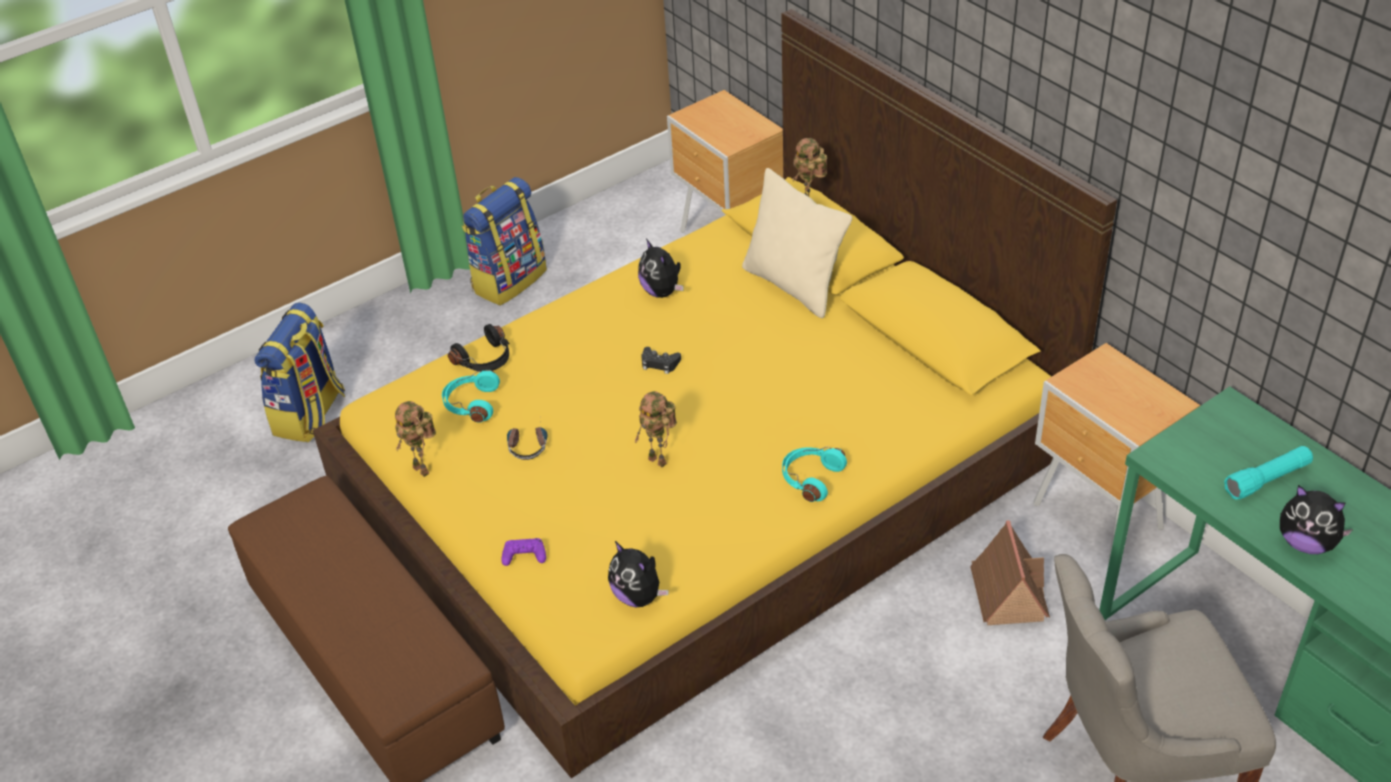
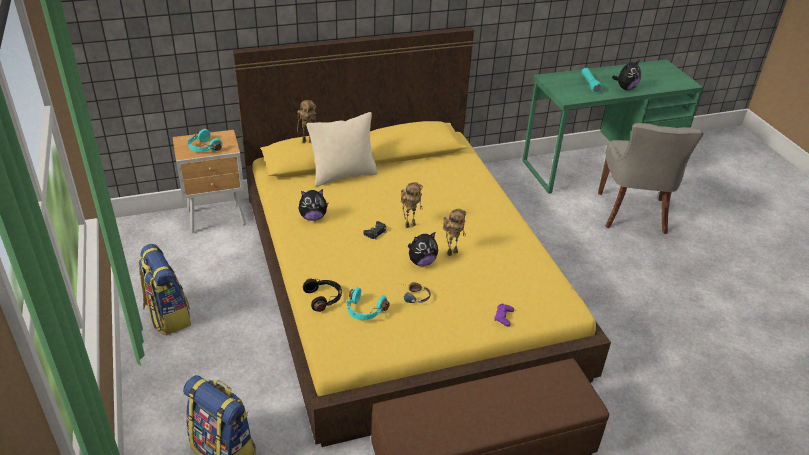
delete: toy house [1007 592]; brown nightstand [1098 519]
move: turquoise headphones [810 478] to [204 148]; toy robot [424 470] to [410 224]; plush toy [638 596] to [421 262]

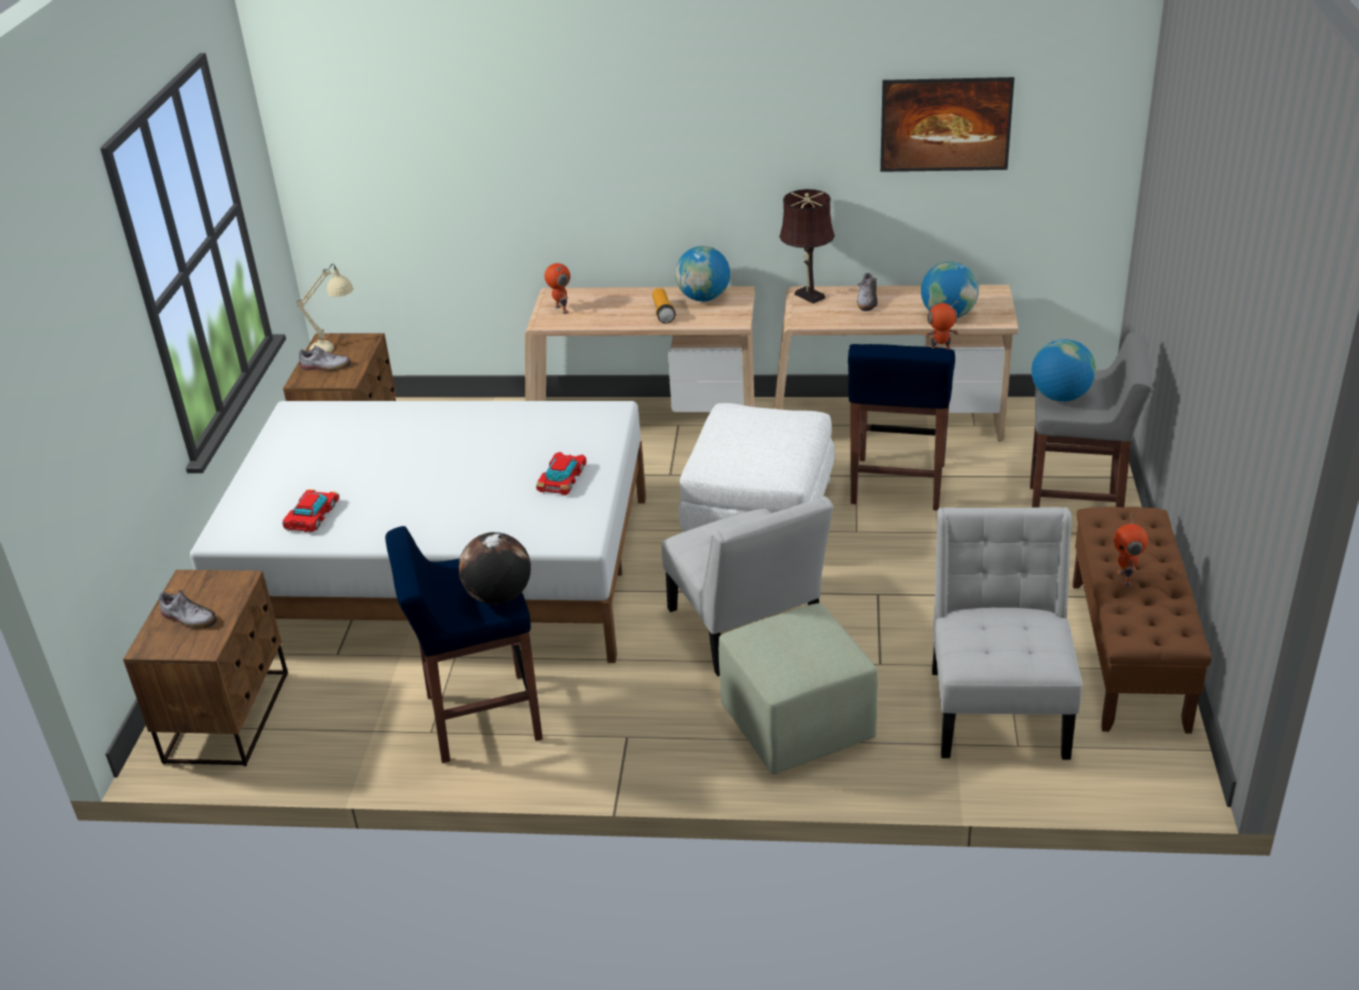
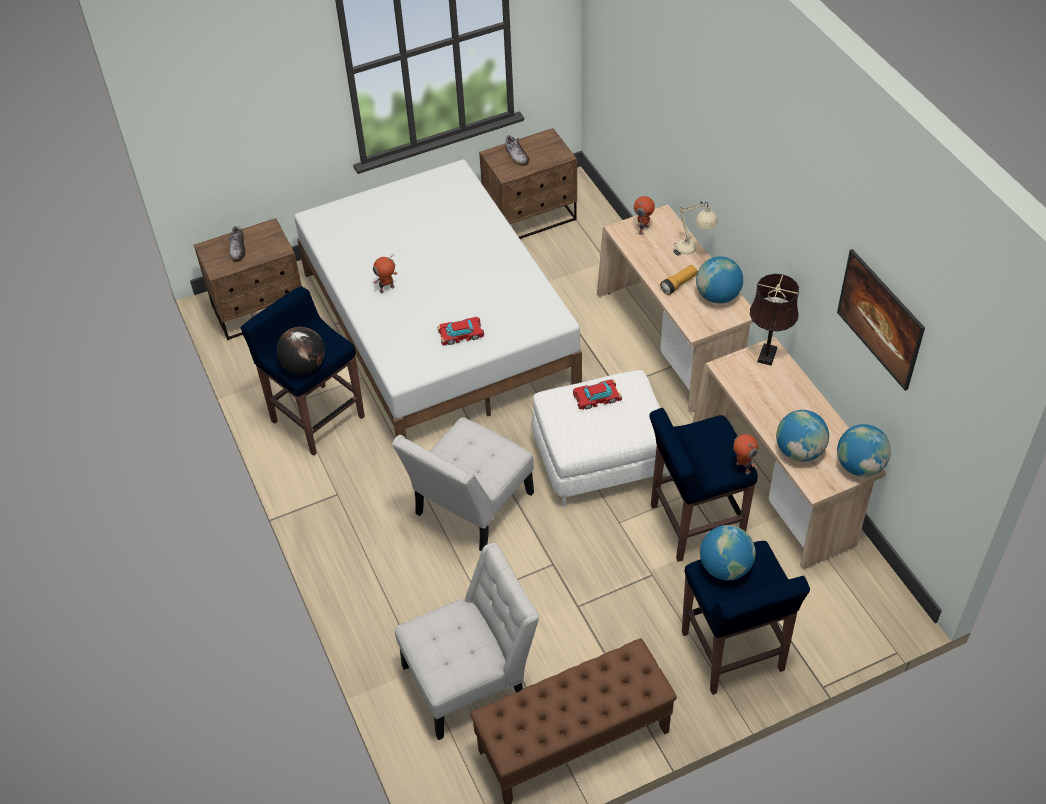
delete: green ottoman [795 724]; shoe [867 300]
insert: globe [860 466]
move: toy robot [1125 578] to [387 289]; toy car [311 516] to [597 397]; beige table lamp [335 347] to [693 253]
recolor: grey stool [1076 514] to blue stool [733 653]

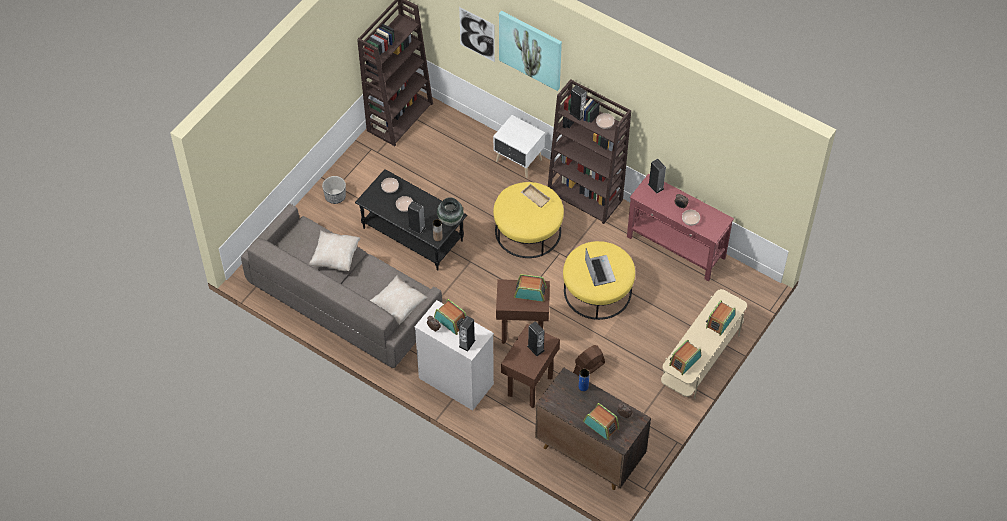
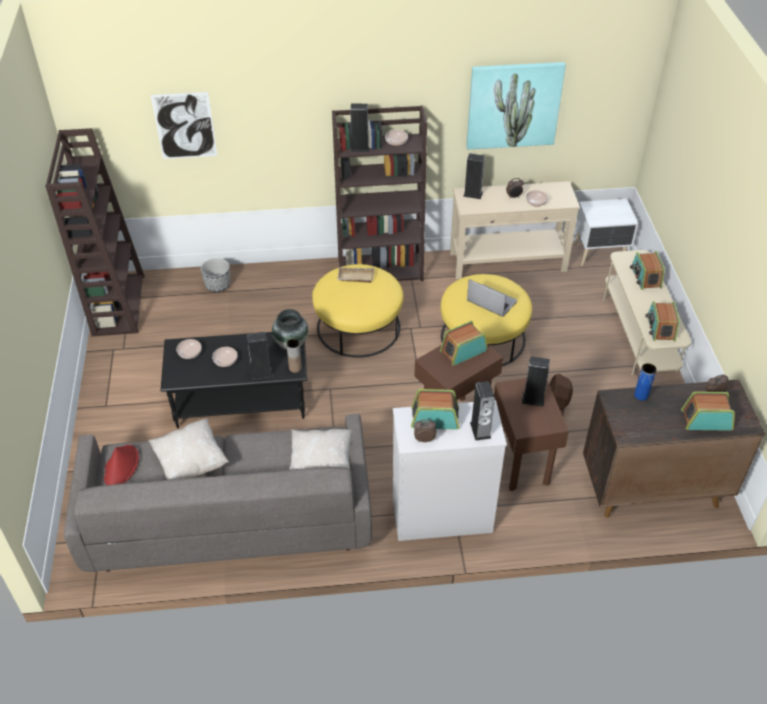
insert: red hat [121 466]
move: planter [335 196] to [218 285]; picture [531 49] to [513 105]; white nightstand [519 161] to [600 254]
recolor: red console table [676 248] to beige console table [508 262]

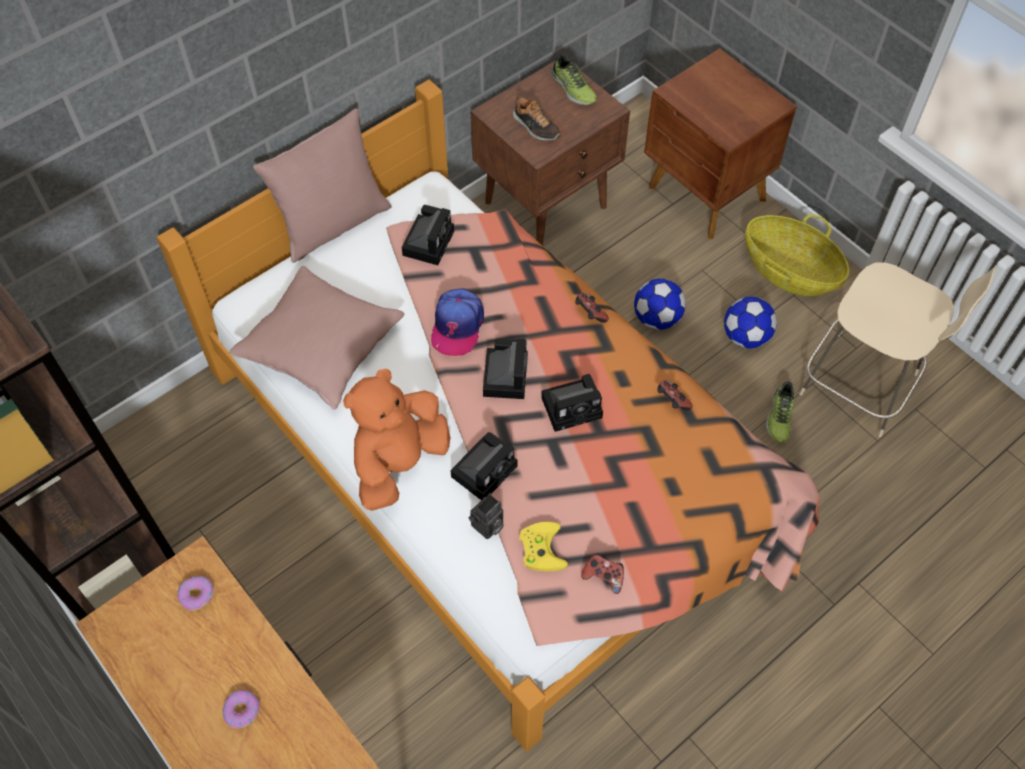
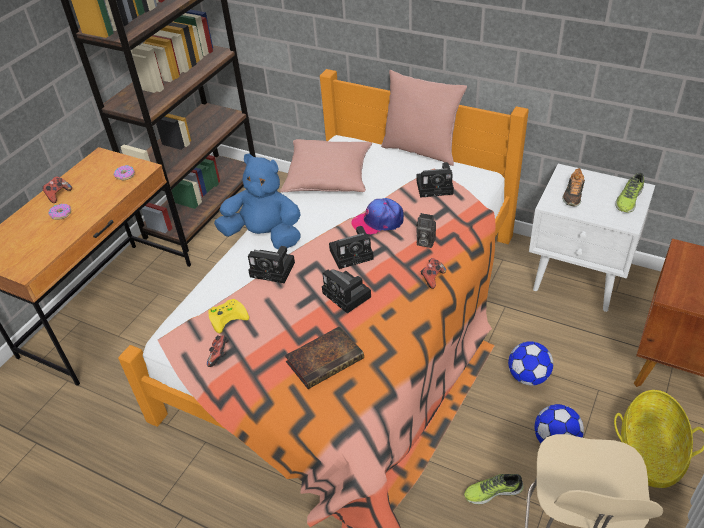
insert: book [326 359]
move: game controller [672 401] to [58 195]; photo camera [487 527] to [424 242]
recolor: orange plush toy [399 462] to blue plush toy [264 236]; brown nightstand [547 204] to white nightstand [579 279]

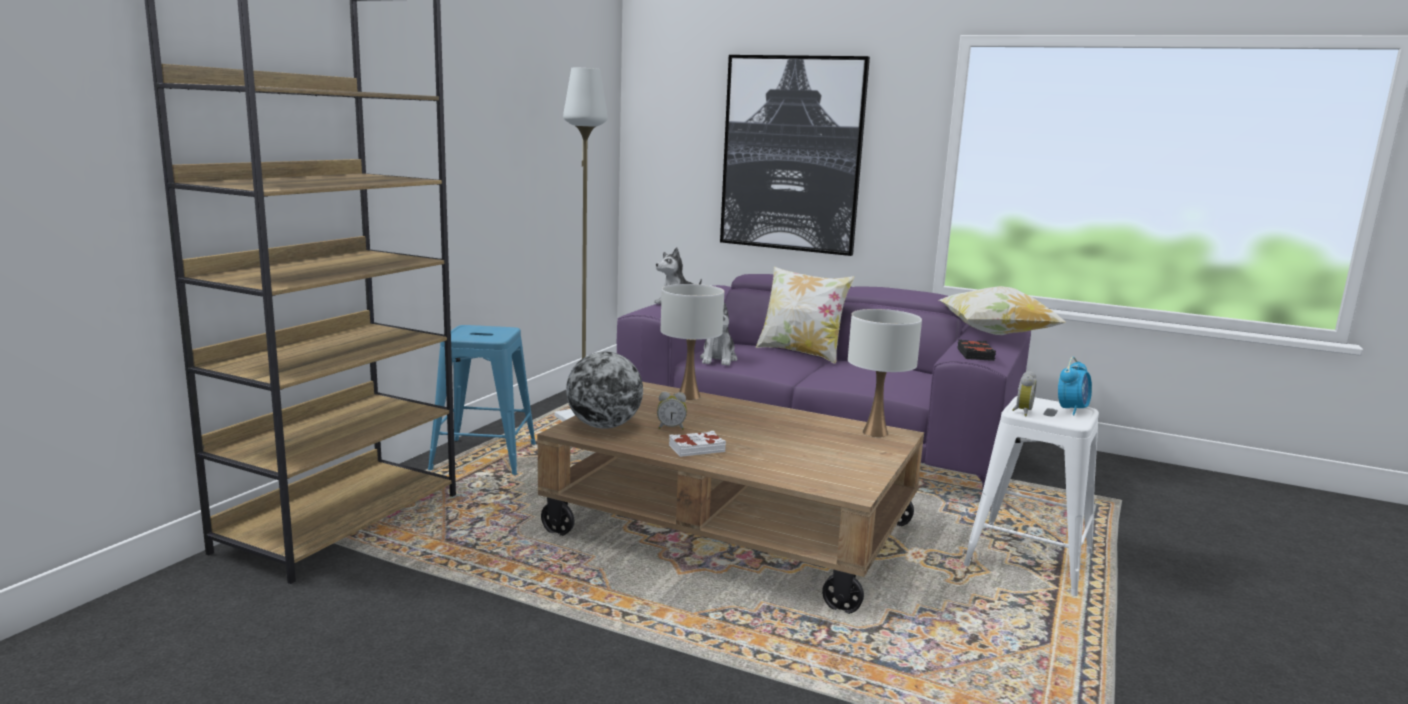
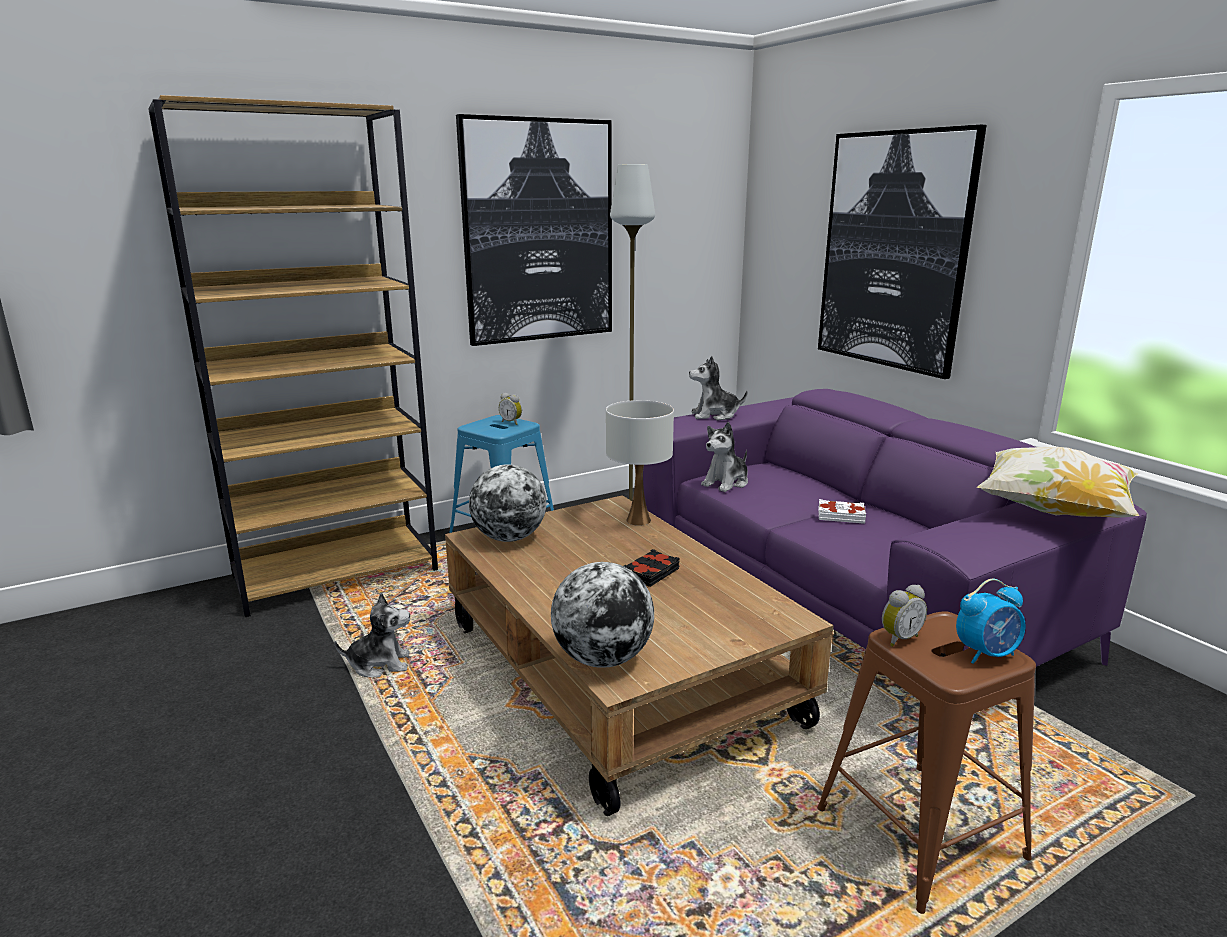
delete: pillow [801 353]; white table lamp [874 432]
insert: plush toy [380 664]; picture [539 232]; globe [602 659]
move: alarm clock [671 428] to [512 422]; black book [976 354] to [652 573]; white book [696 448] to [841 516]
recolor: white stool [1029 560] to brown stool [920 834]

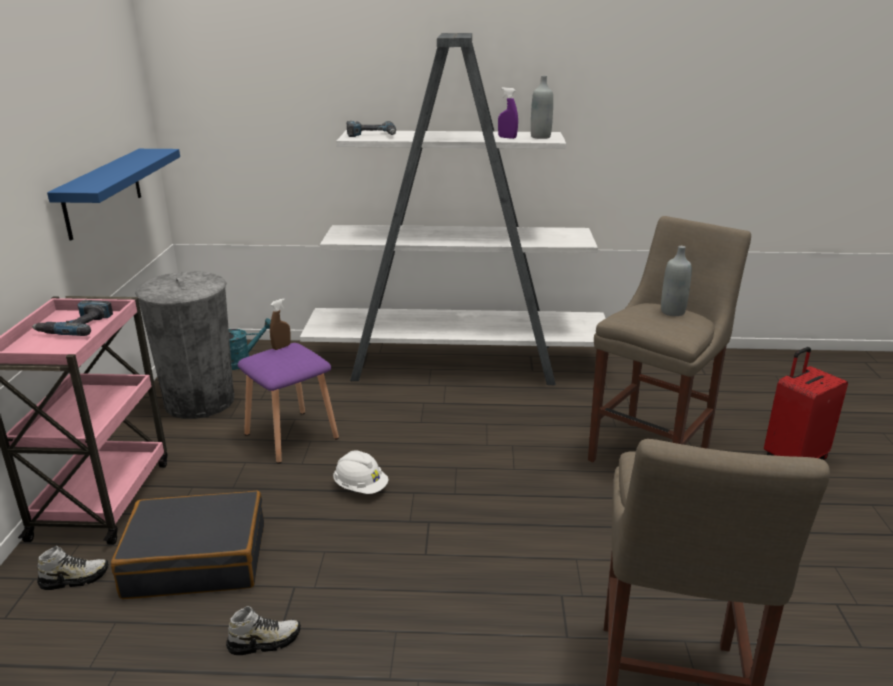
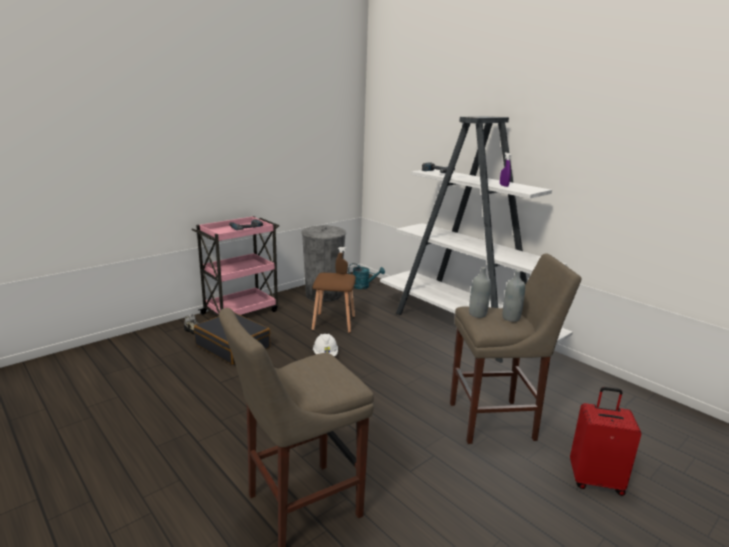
delete: blue shelf [103 192]; shoe [264 641]
move: grey bottle [540 137] to [477 314]
recolor: purple stool [290 436] to brown stool [333 322]

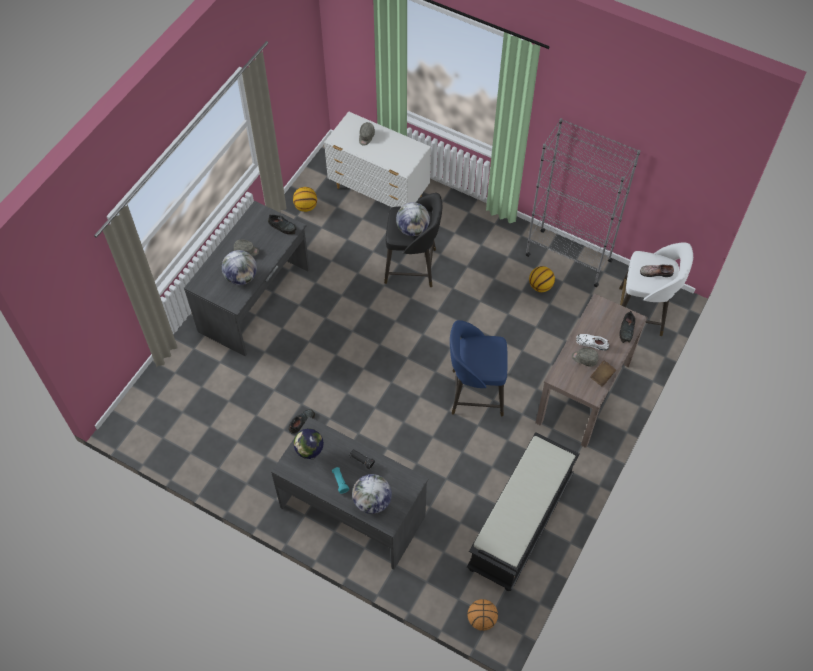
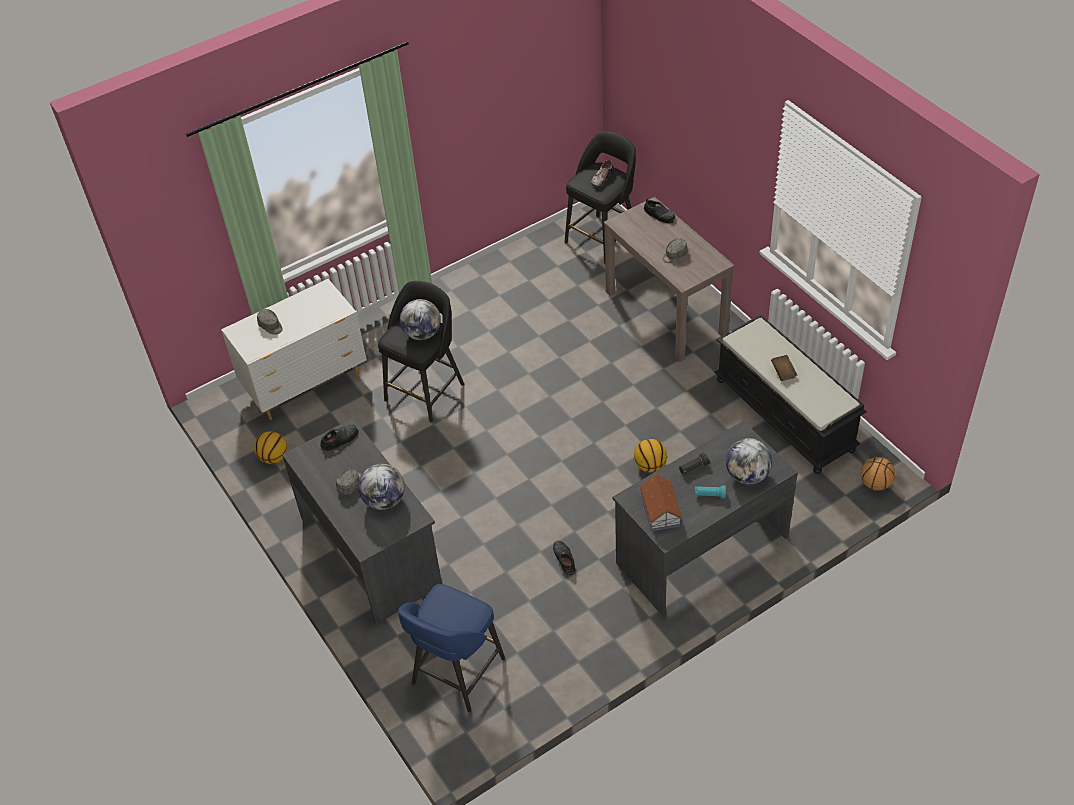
delete: grey bookcase [568 257]; white shoe [591 343]
move: blue stool [475 392] to [456 673]; basketball [540 286] to [650 465]; brown book [602 376] to [783 372]
replace: globe [310 453] to toy house [660 510]
recolor: white stool [643 312] to black stool [603 237]

